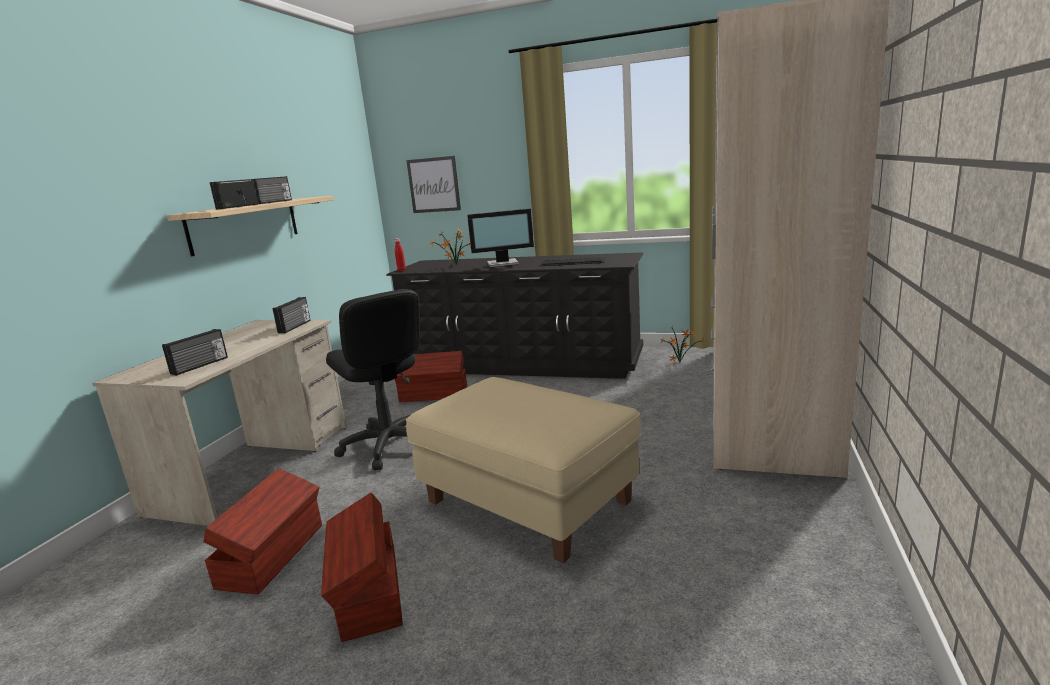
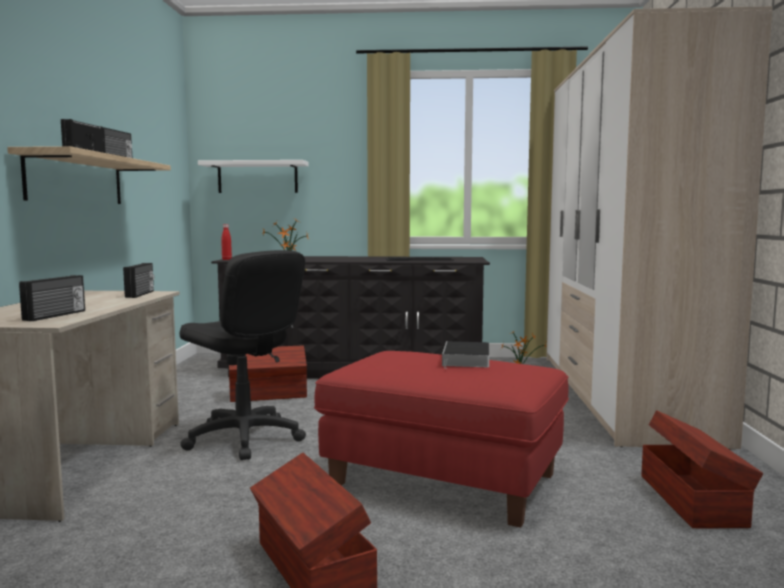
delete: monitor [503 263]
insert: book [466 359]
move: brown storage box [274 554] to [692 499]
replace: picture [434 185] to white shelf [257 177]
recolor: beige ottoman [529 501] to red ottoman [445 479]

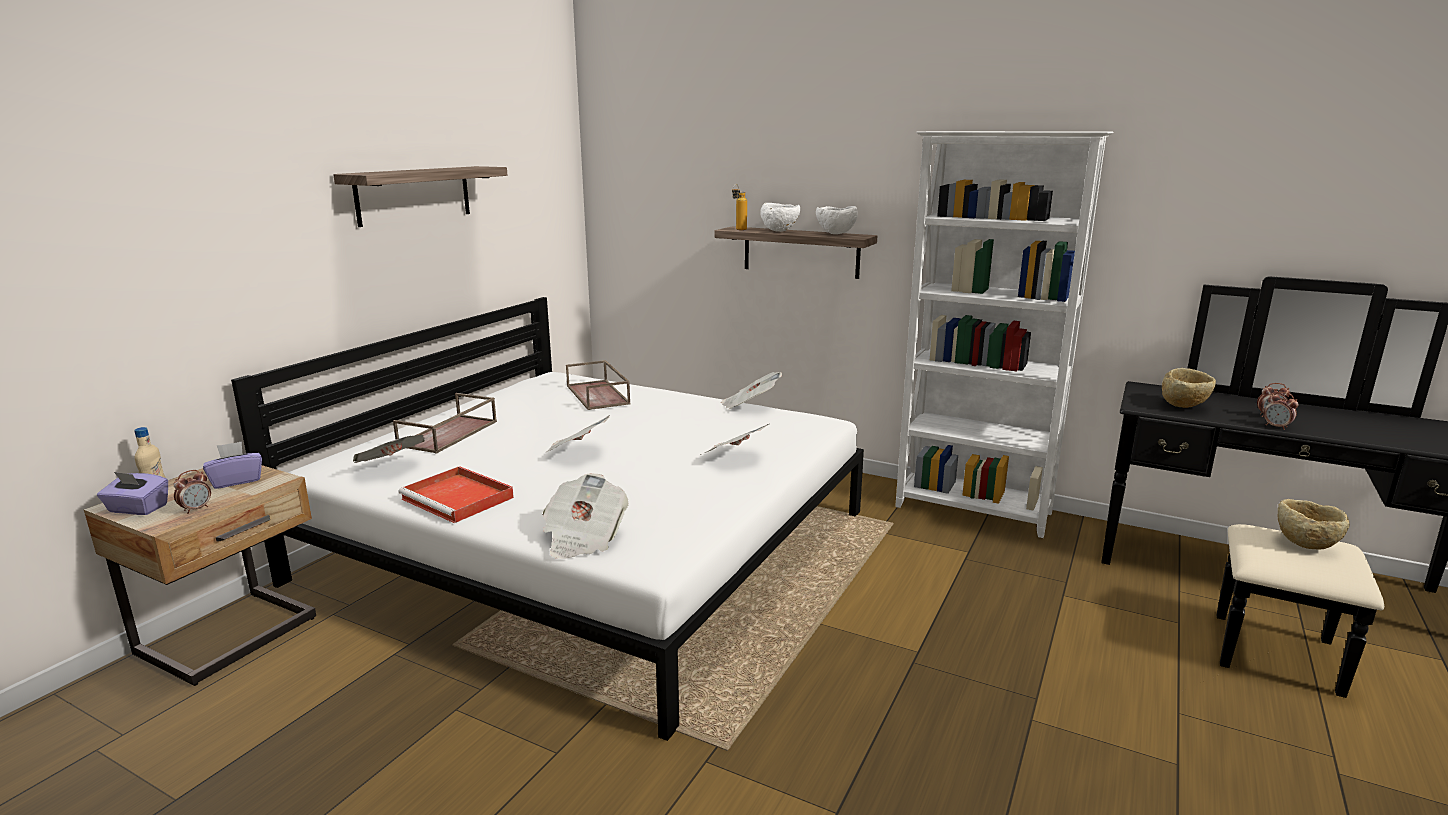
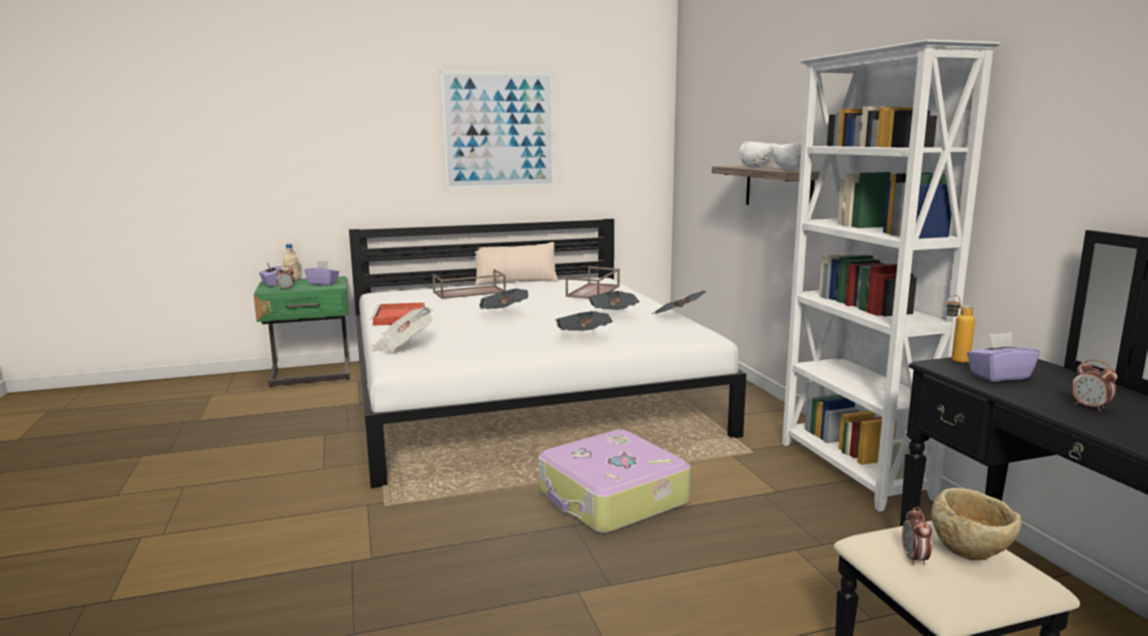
insert: beige pillow [515 281]; suitcase [611 498]
move: newspaper [391 467] to [613 315]; alarm clock [1276 427] to [914 559]; bottle [738 230] to [954 361]
replace: shelf [414 195] to picture [499 130]; beige bowl [1184 406] to purple tissue box [999 376]
recolor: beige nightstand [232 637] to green nightstand [311 375]

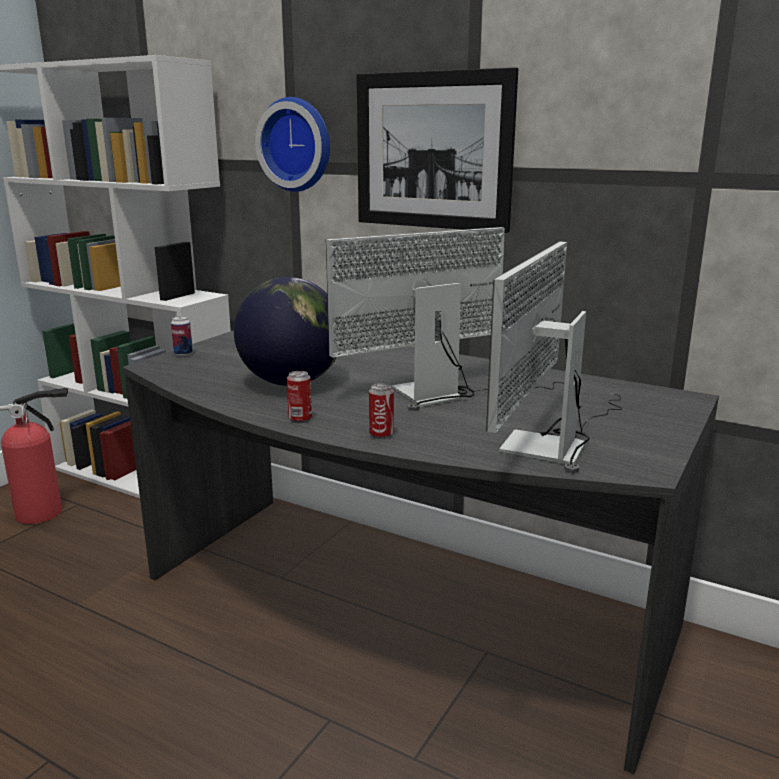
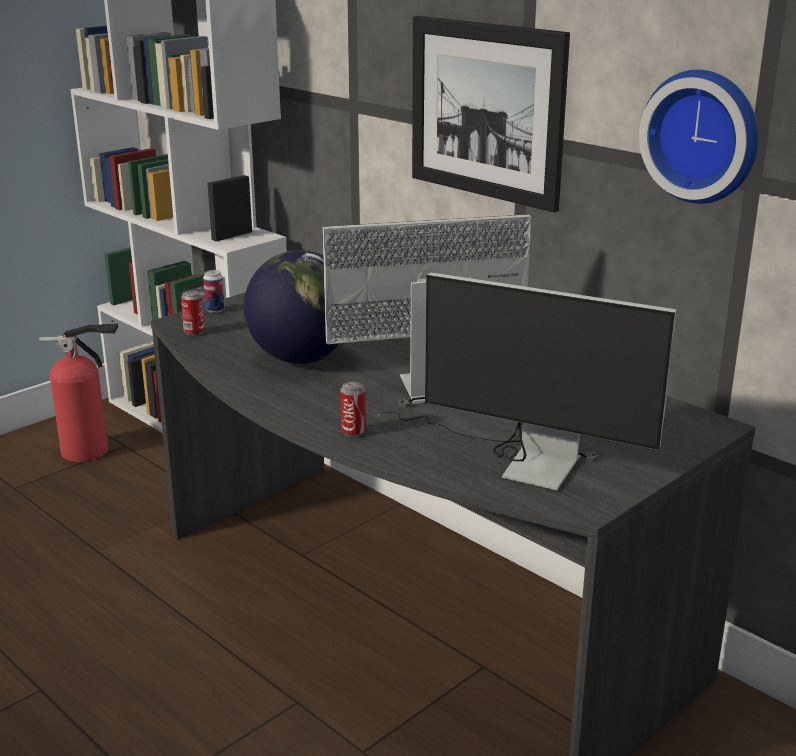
move: can [300 419] to [194 332]; wall clock [297 145] to [703 135]
rotate: monitor [553 440] = [519 460] 105 degrees counterclockwise

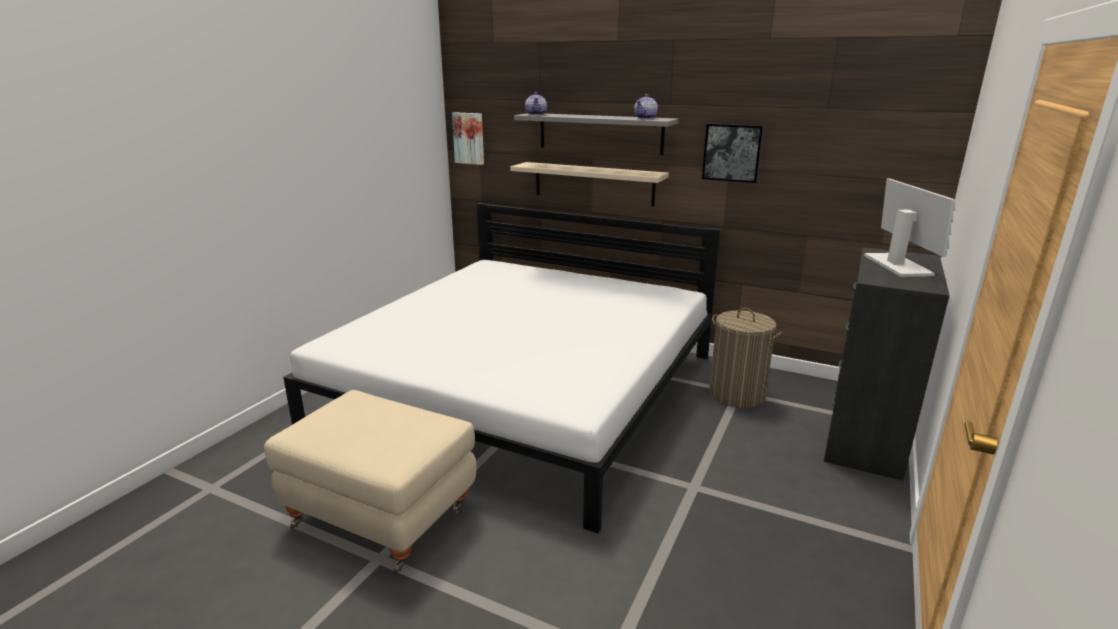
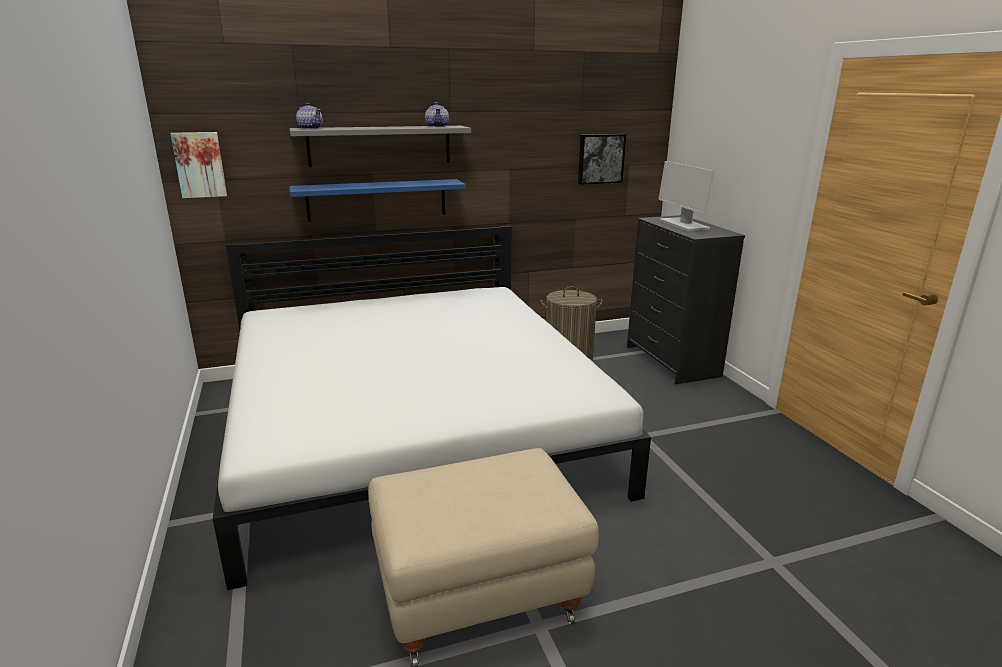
move: picture [732 152] to [600 158]
recolor: beige shelf [593 183] to blue shelf [377 200]
rotate: monitor [898 265] = [683 224] 150 degrees counterclockwise

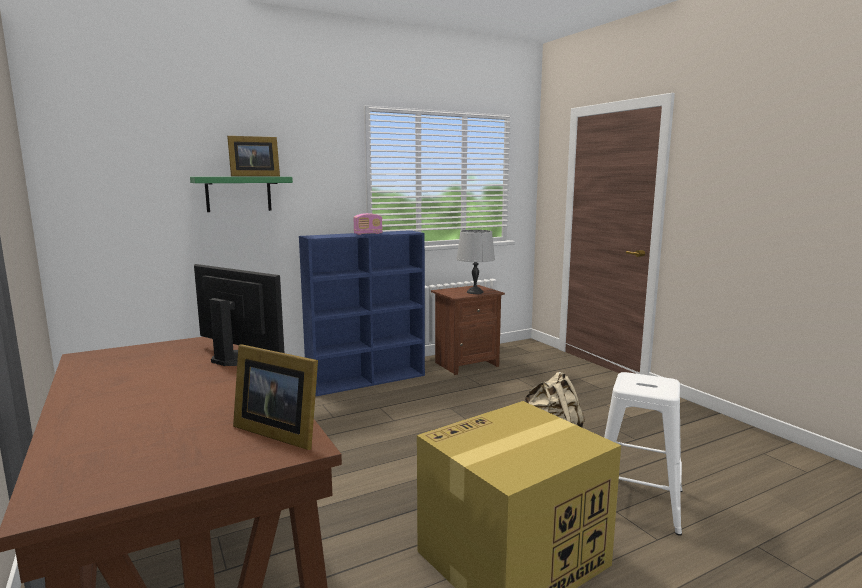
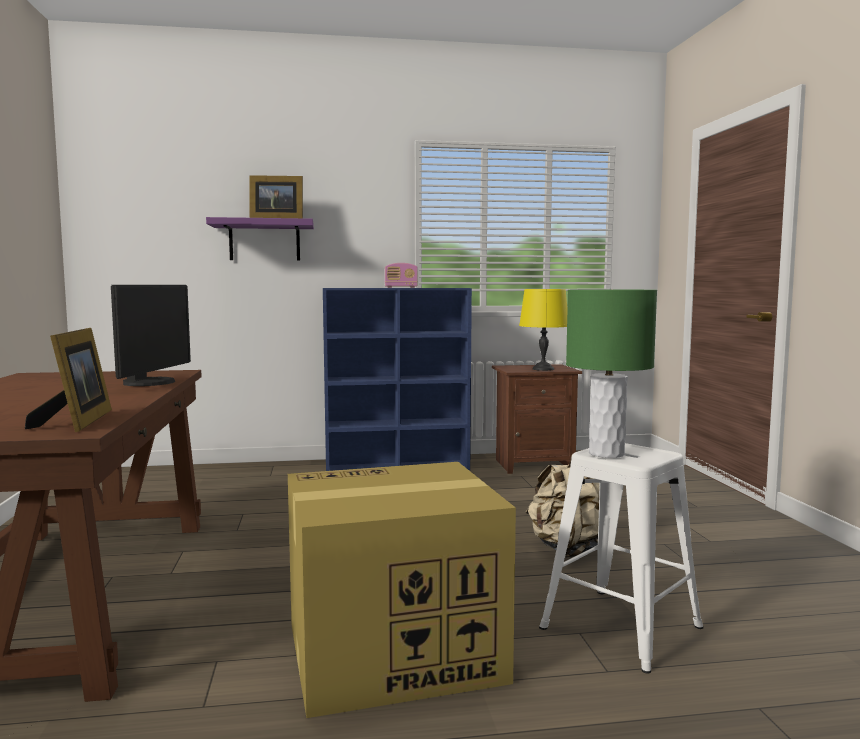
insert: green table lamp [607 453]
recolor: green shelf [238 194] to purple shelf [264 241]; grey table lamp [474 292] to yellow table lamp [542 369]
rotate: picture frame [277 431] = [78 422] 150 degrees counterclockwise; monitor [237 358] = [152 382] 45 degrees clockwise

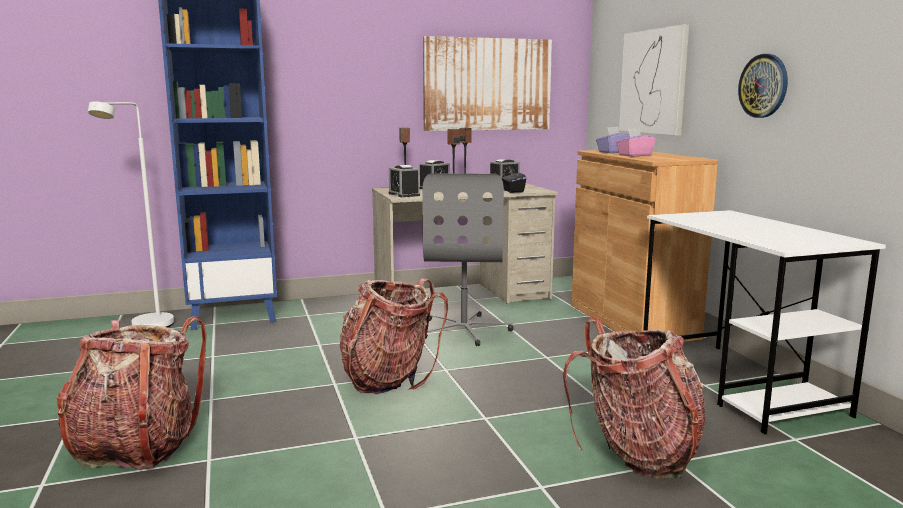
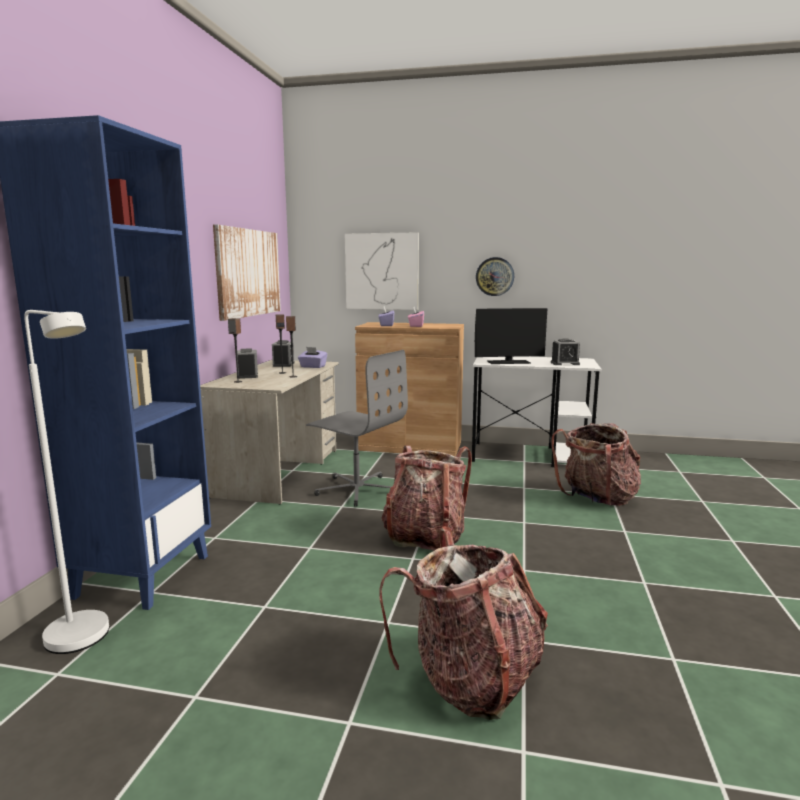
insert: monitor [508 362]
move: alarm clock [404 194] to [565 363]
recolor: black tissue box [512 191] to purple tissue box [312 366]

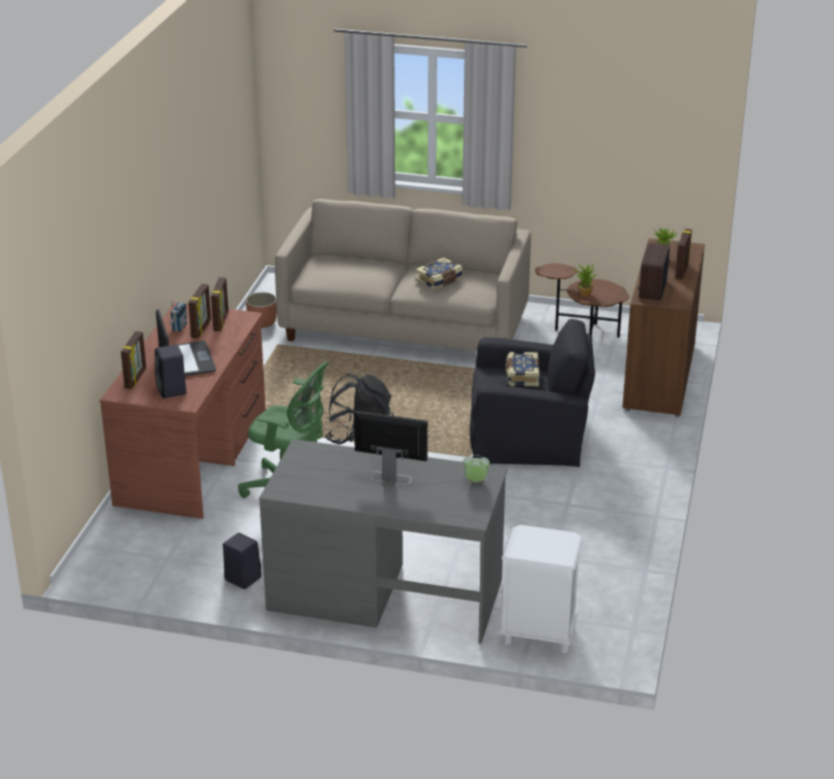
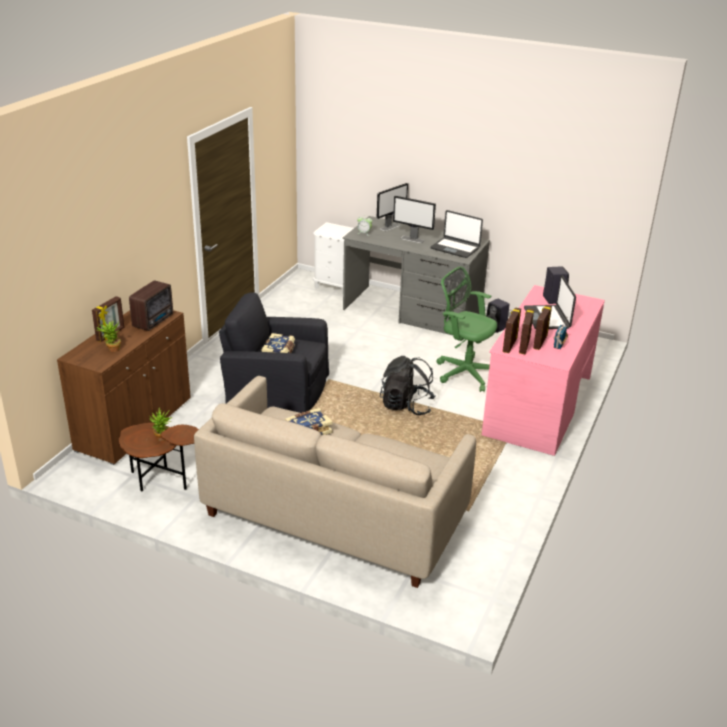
delete: planter [262 323]
insert: monitor [390 227]; laptop [455 248]
move: picture frame [136 378] to [509 345]
recolor: brown desk [193 457] to pink desk [537 405]

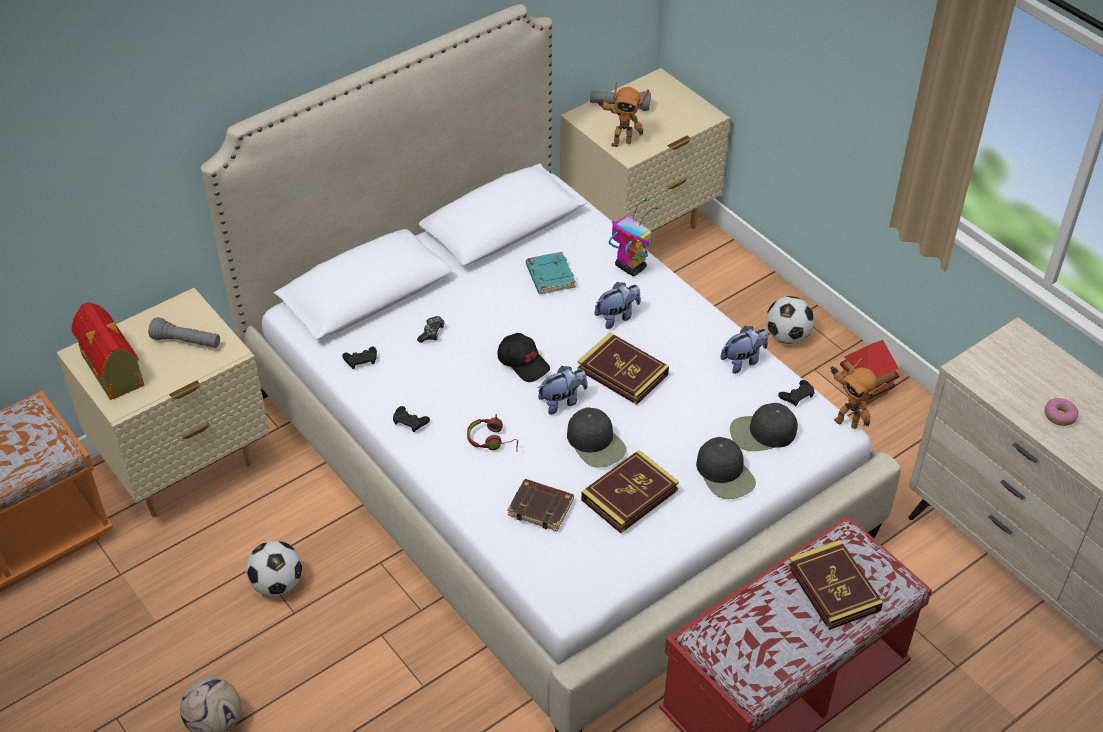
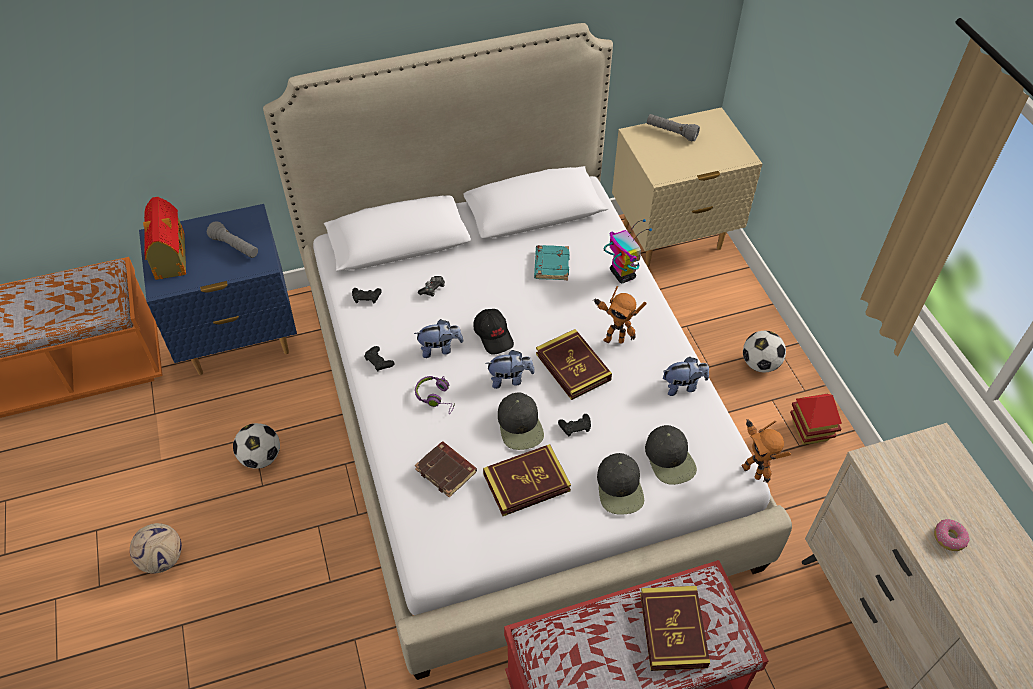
move: plush toy [617 317] to [440 348]; black game controller [797 396] to [575 427]; toy robot [620 142] to [613 339]
recolor: beige nightstand [185 466] to blue nightstand [240 340]; red headphones [493 440] to purple headphones [436 397]
rotate: black cap [762 433] = [670 459] 120 degrees counterclockwise

